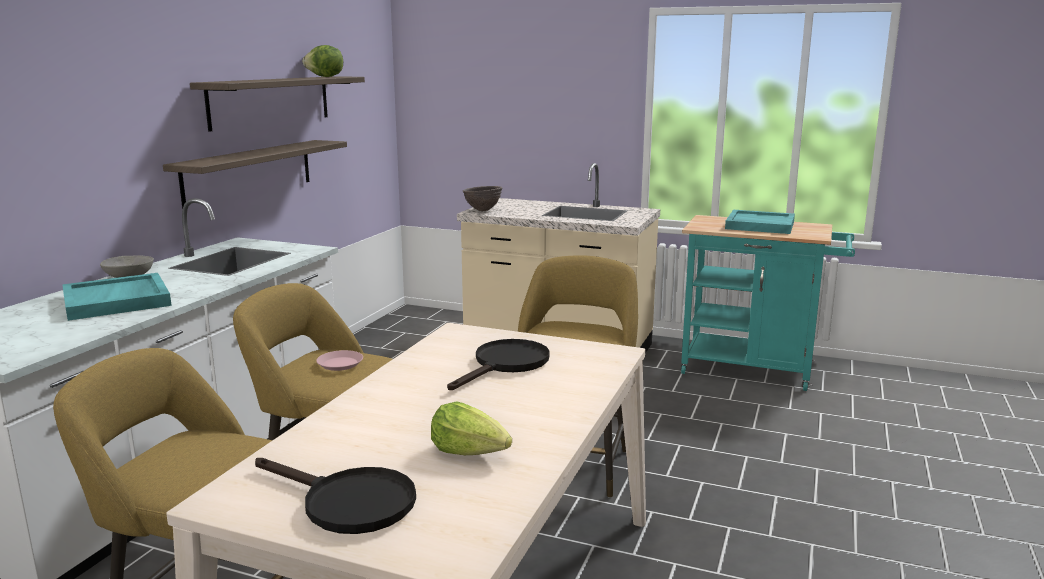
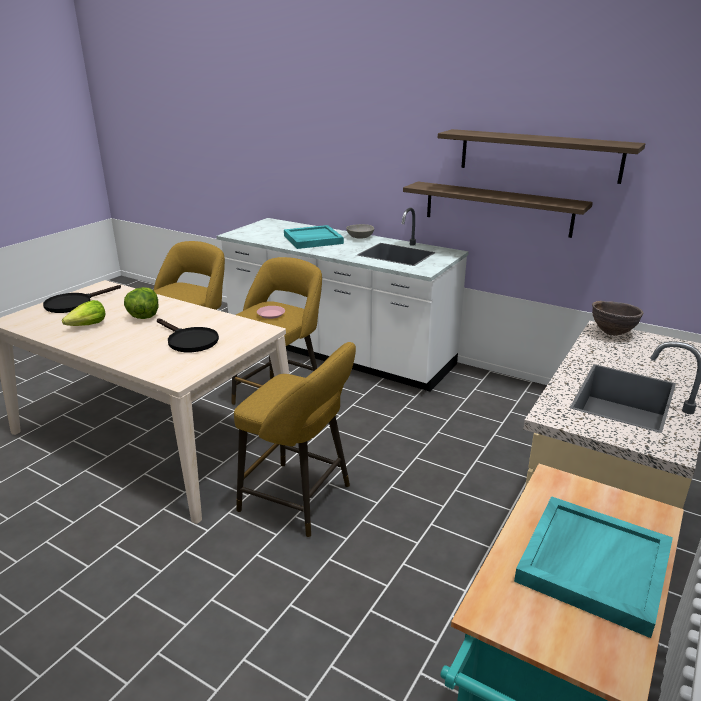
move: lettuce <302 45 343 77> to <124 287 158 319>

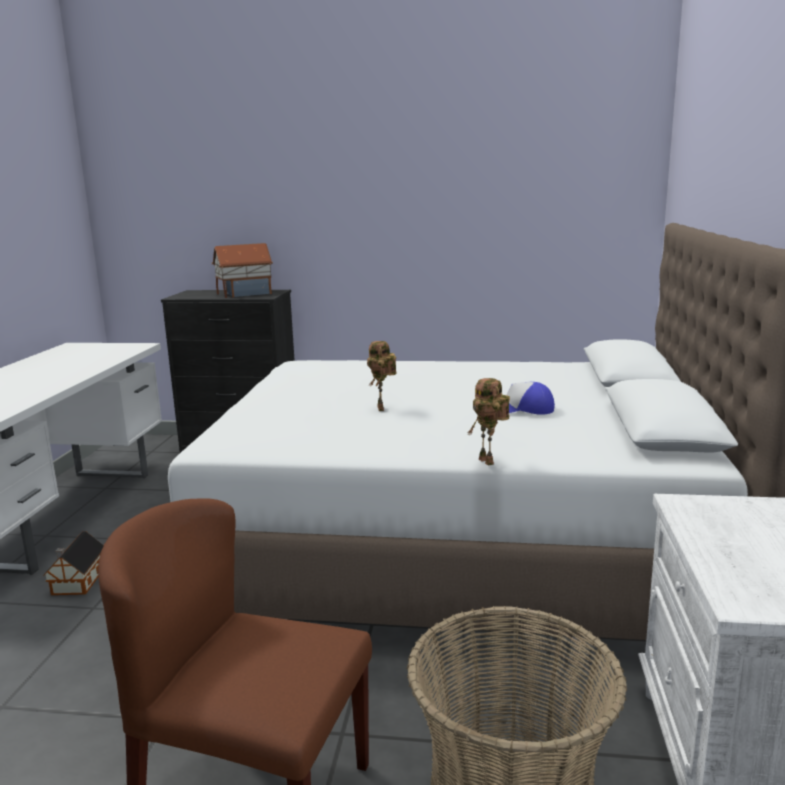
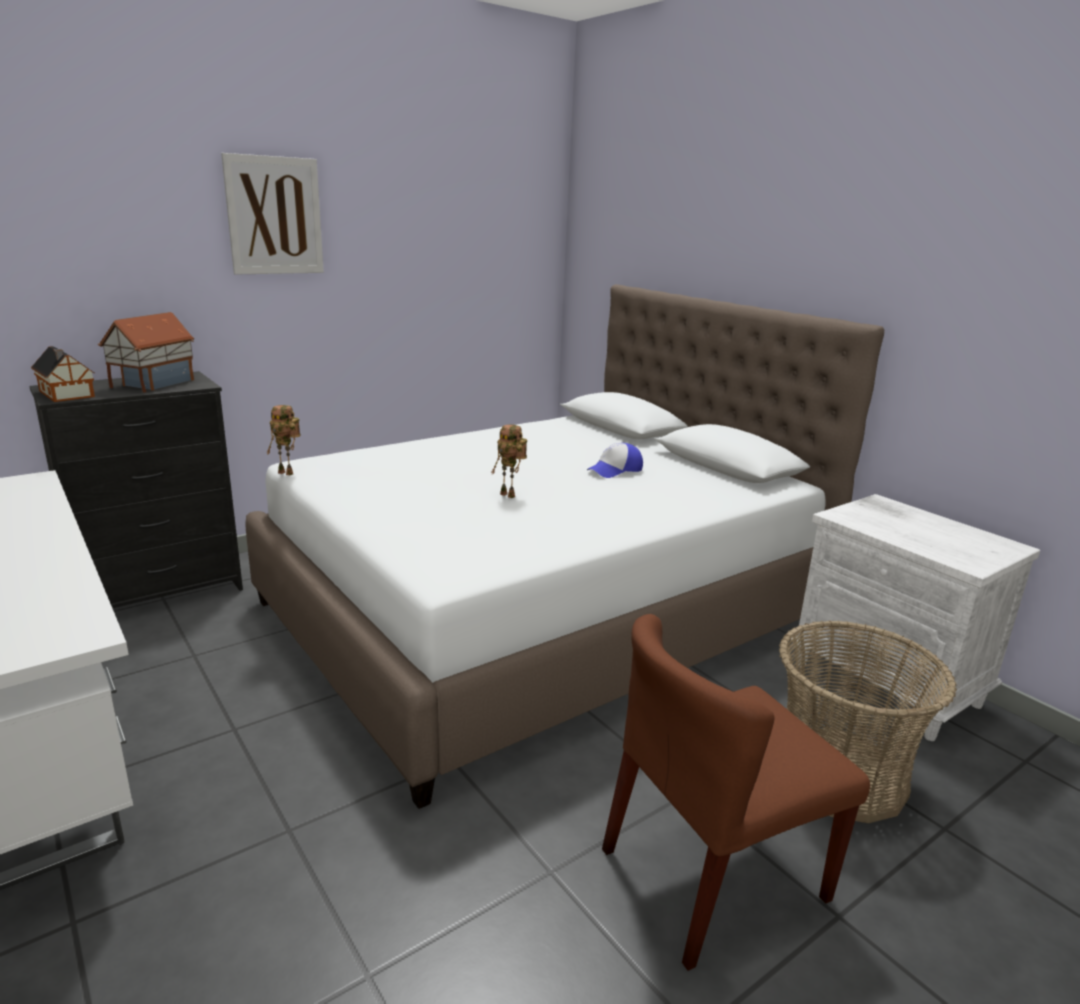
insert: picture <221 153 324 275>
move: toy robot <468 378 510 466> to <267 405 301 475>; toy house <43 531 104 595> to <31 346 95 402>

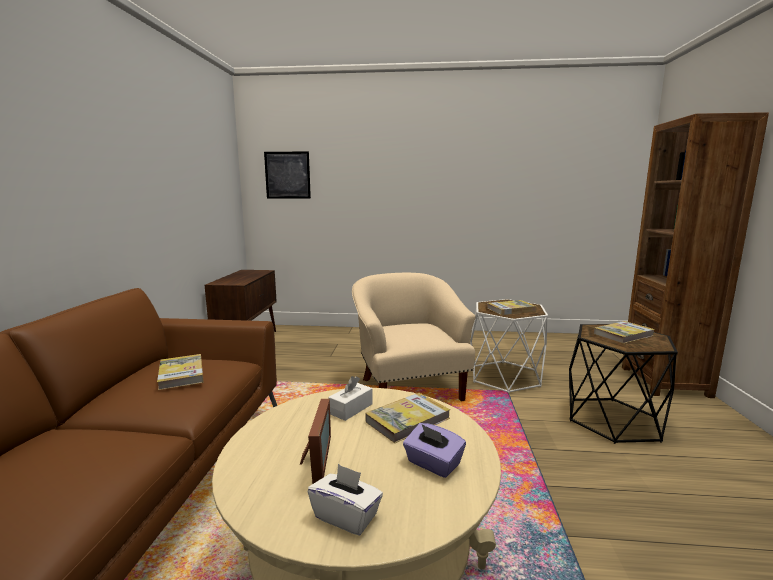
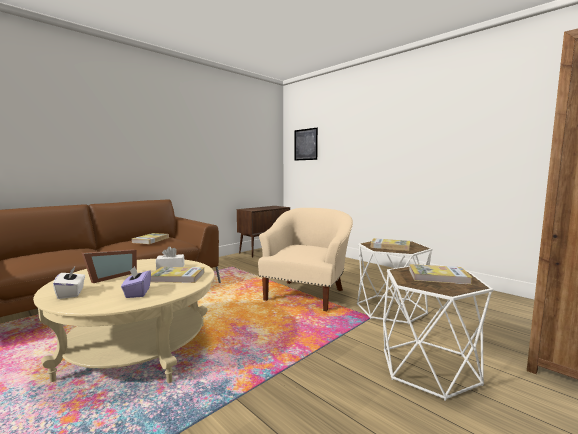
recolor: side table/black <569 324 678 444> to side table/white <383 264 493 401>

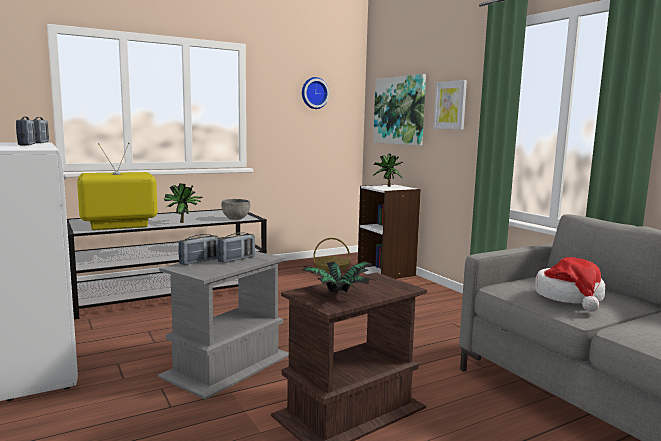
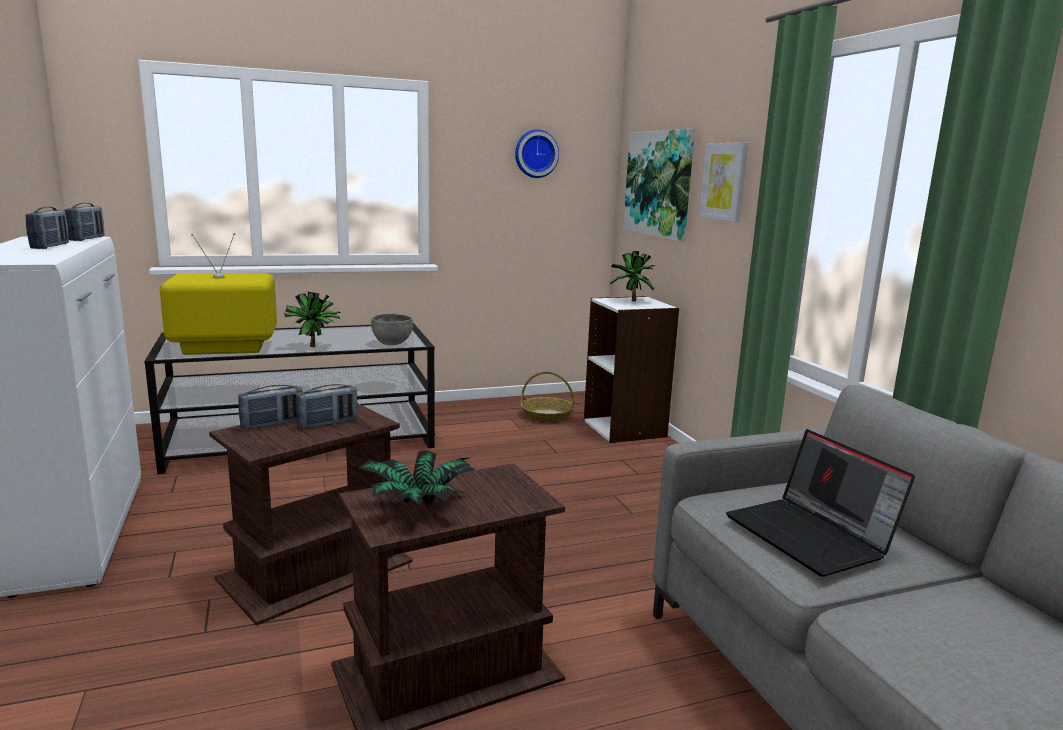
replace: hat <535 257 605 312> to laptop <726 429 915 577>
recolor: side table/grey <158 251 289 400> to side table/brown <209 403 413 626>

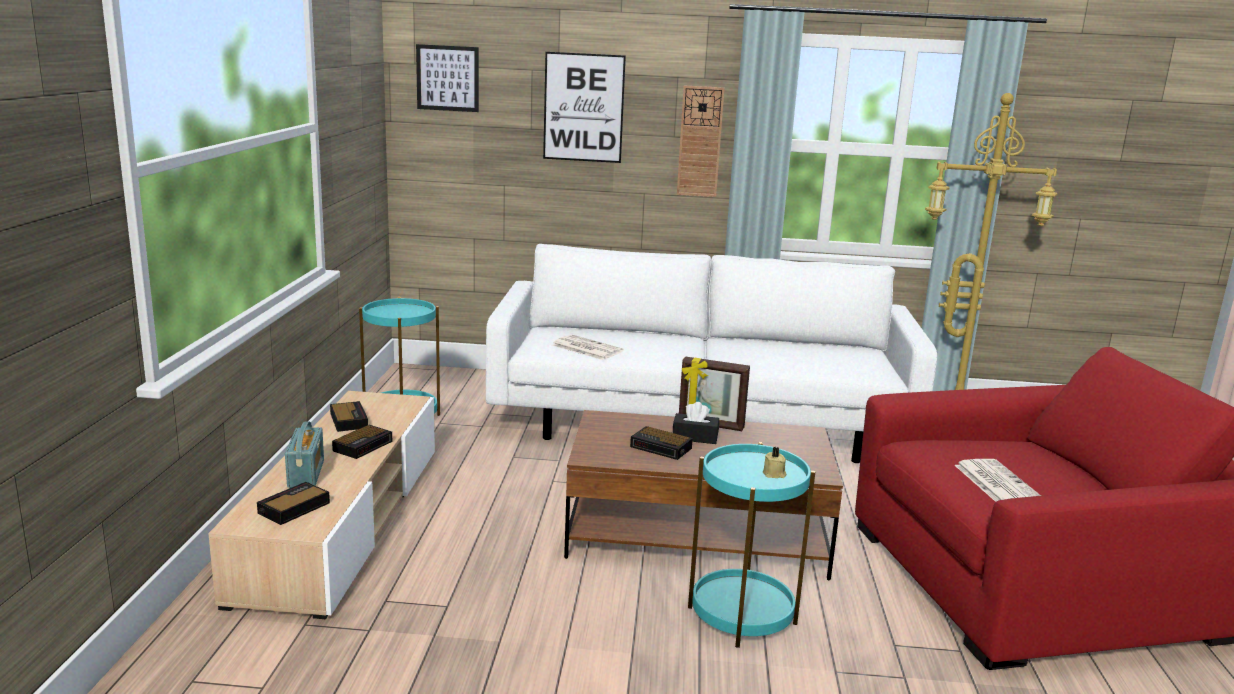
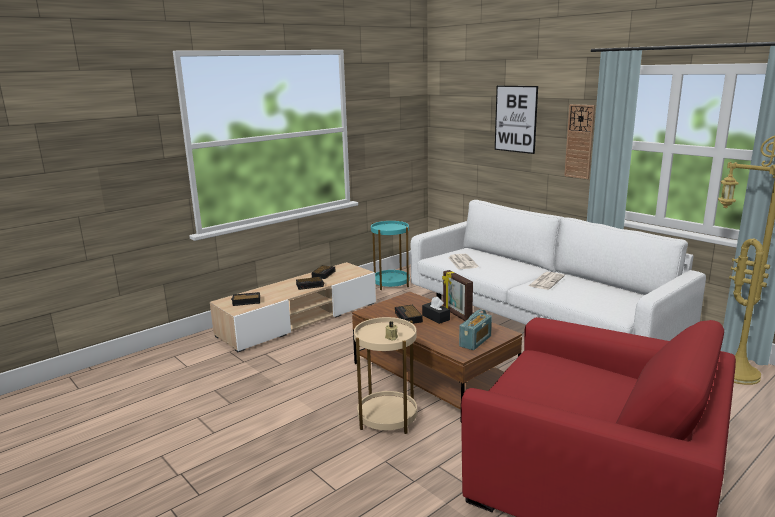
delete: picture <416 44 479 112>
move: radio <285 421 324 488> to <459 309 492 350>; newspaper <955 459 1041 502> to <528 272 565 290>
recolor: side table/turquoise <688 442 815 648> to side table/beige <354 317 417 434>

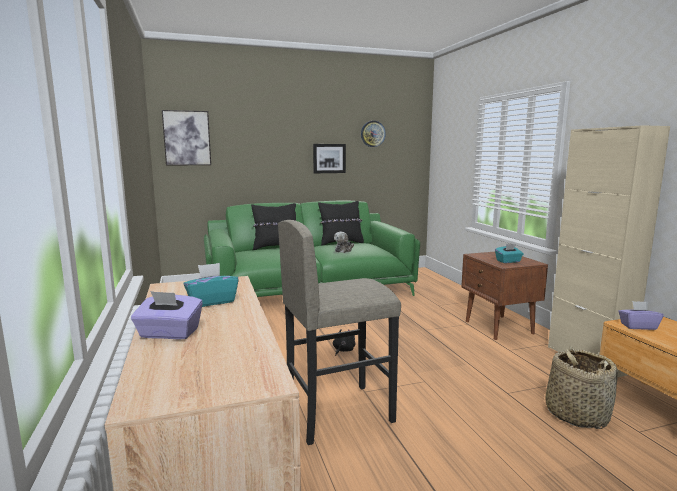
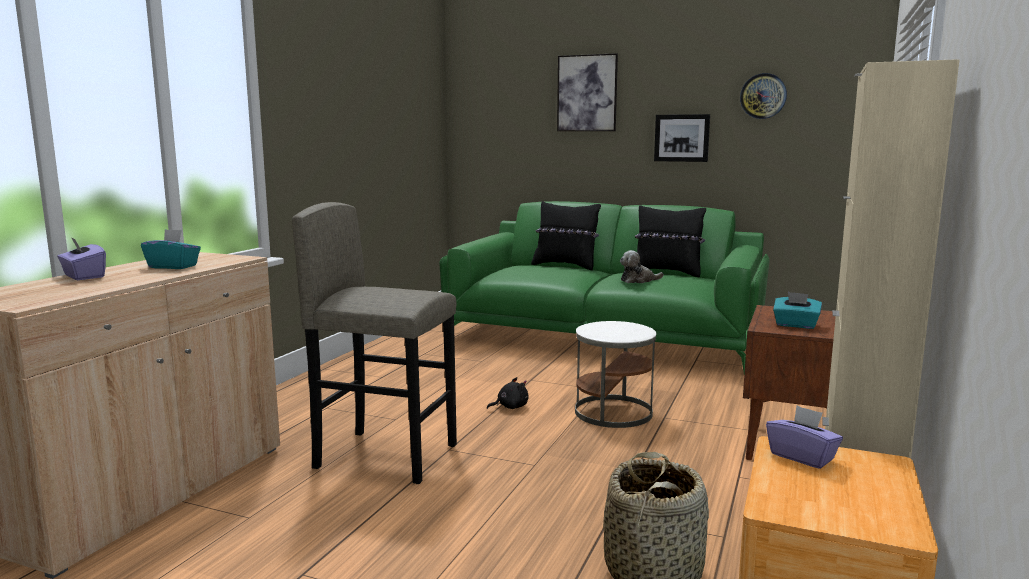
insert: side table/white <575 321 656 428>
move: picture <162 110 211 166> to <557 53 618 131>

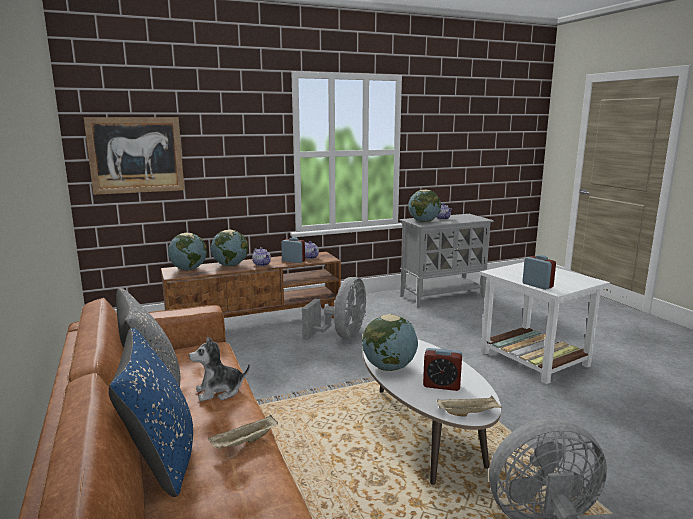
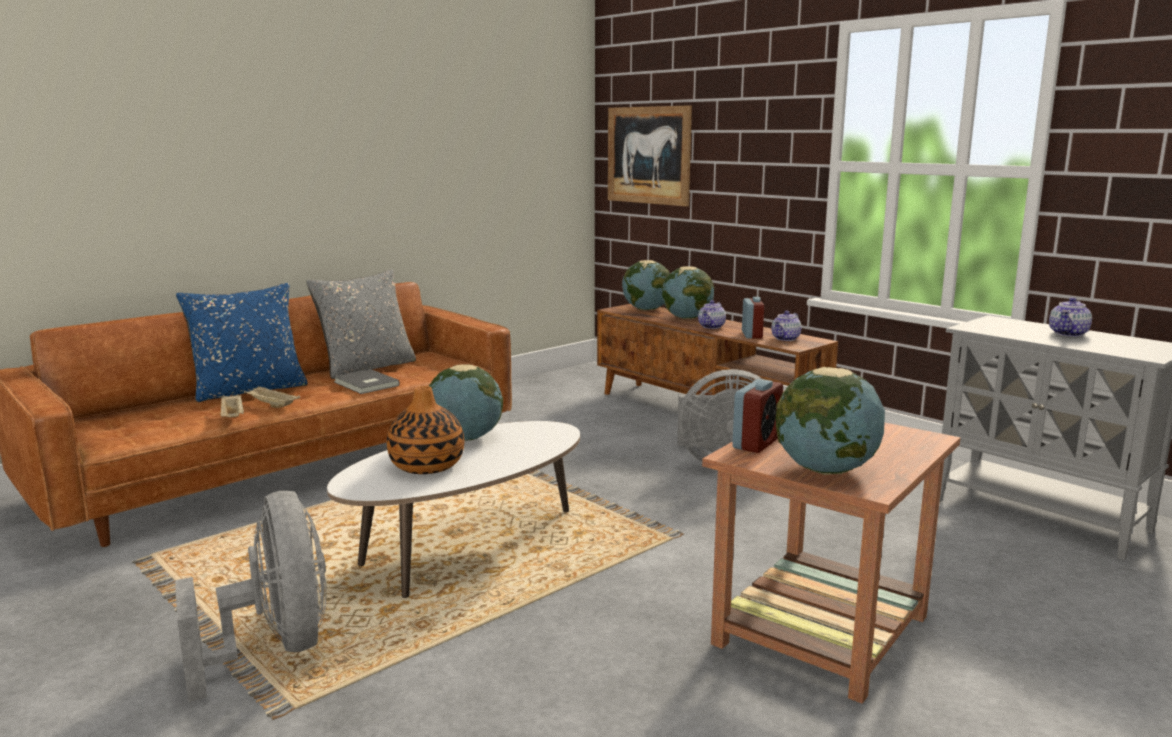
move: globe <408 190 441 222> to <775 367 885 475>; tray/beige <437 396 502 416> to <220 394 244 418>
replace: plush toy <189 337 250 401> to book/grey <333 369 399 394>; alarm clock <423 348 462 391> to vase <387 386 464 474>
recolor: side table/white <479 262 610 384> to side table/brown <702 422 960 704>

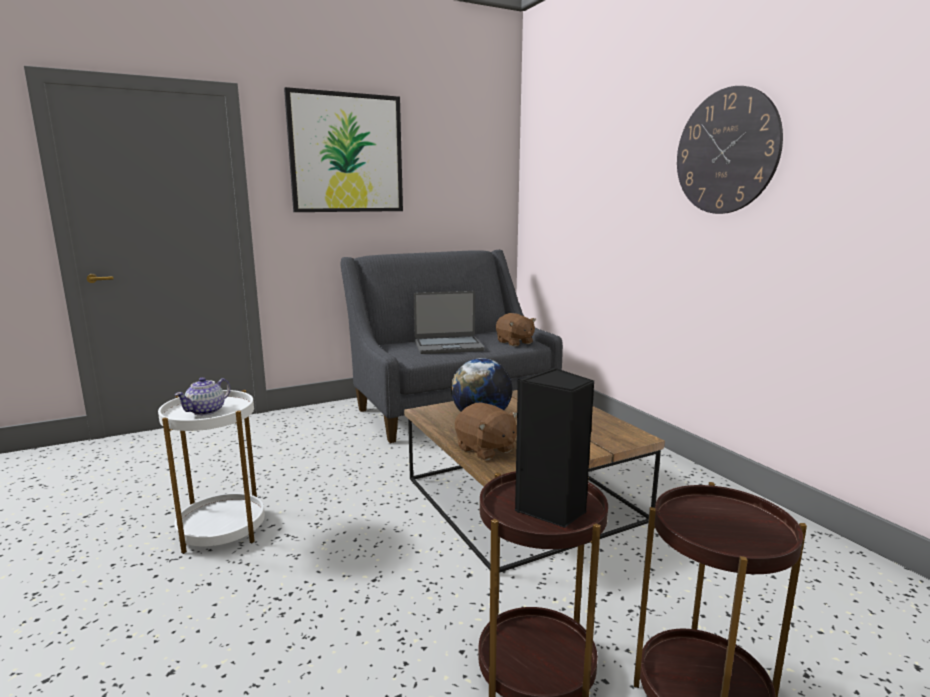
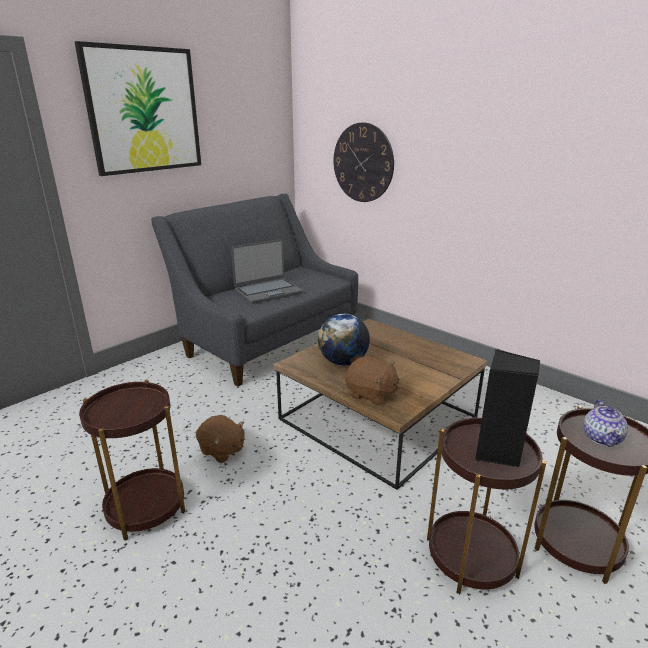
move: wall clock <677 86 783 214> to <334 122 394 202>; plush toy/brown <496 313 536 346> to <196 415 245 463>; teapot <175 377 231 416> to <583 400 628 447>
recolor: side table/white <158 390 265 554> to side table/brown <79 380 185 541>

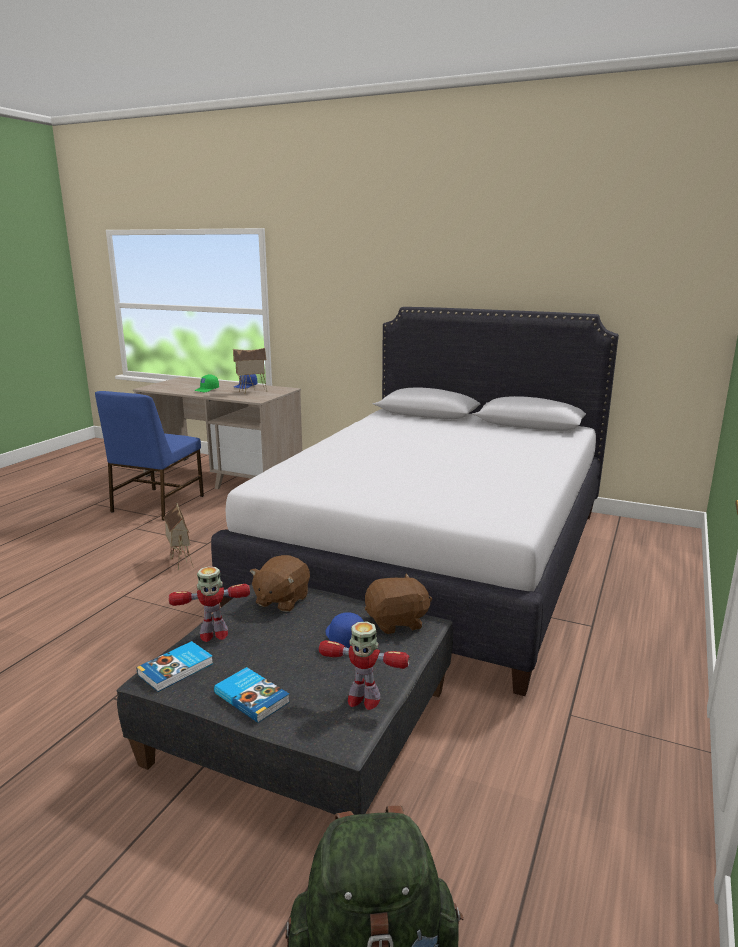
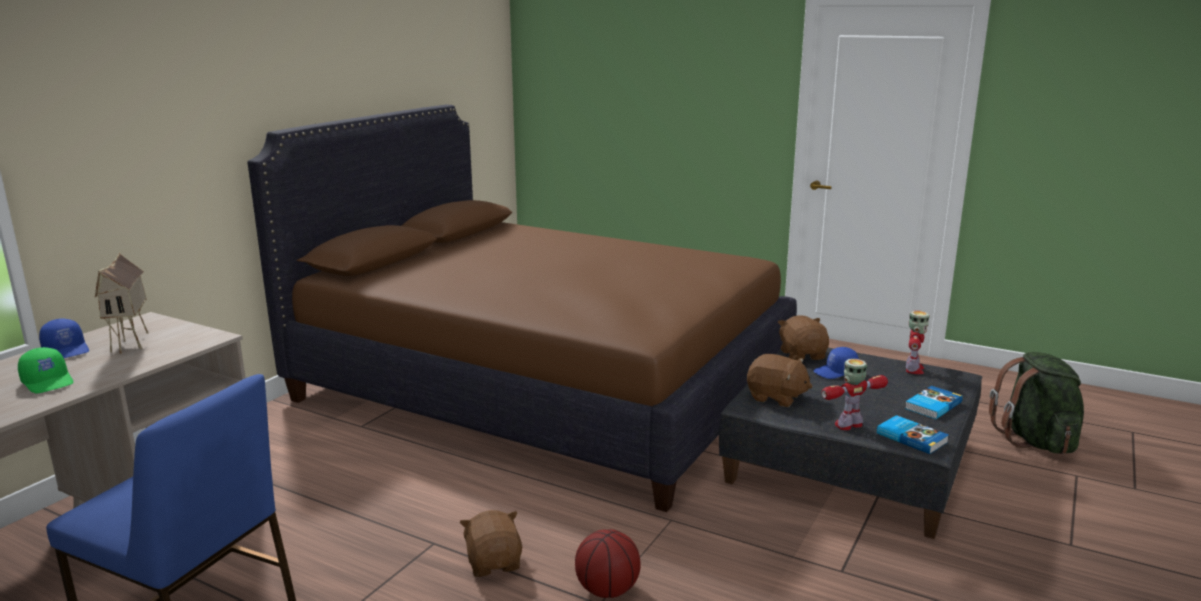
insert: basketball <575 529 641 598>
replace: toy house <163 503 193 571> to plush toy/brown <460 510 522 577>
recolor: bed/white <211 307 619 696> to bed/brown <247 105 797 512>
rotate: toy robot <169 566 250 642> = <821 359 888 430> 105 degrees counterclockwise

